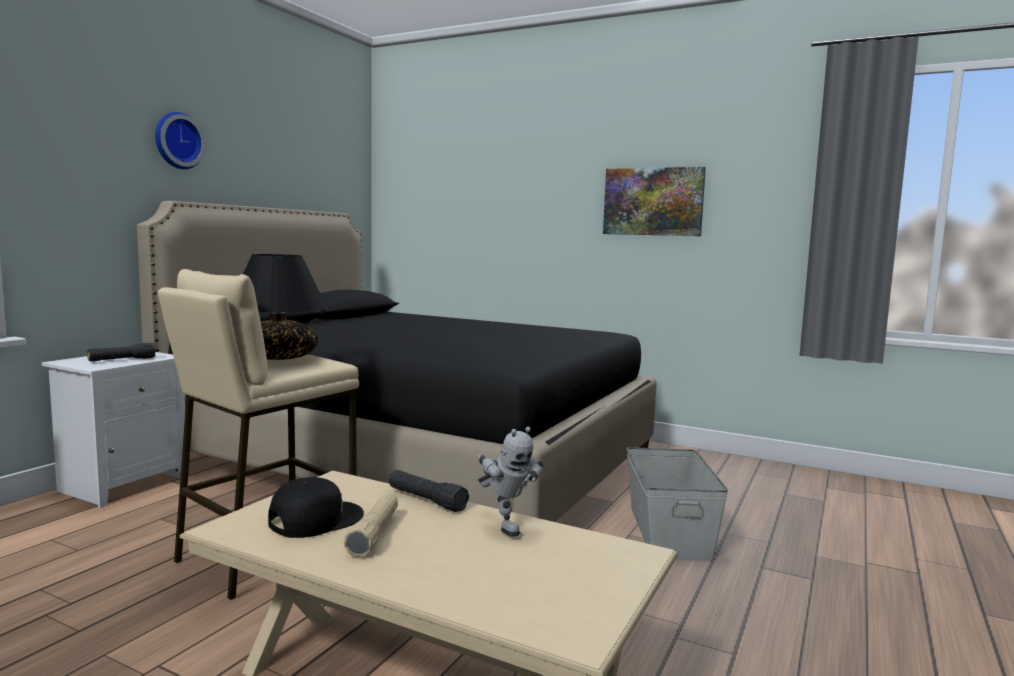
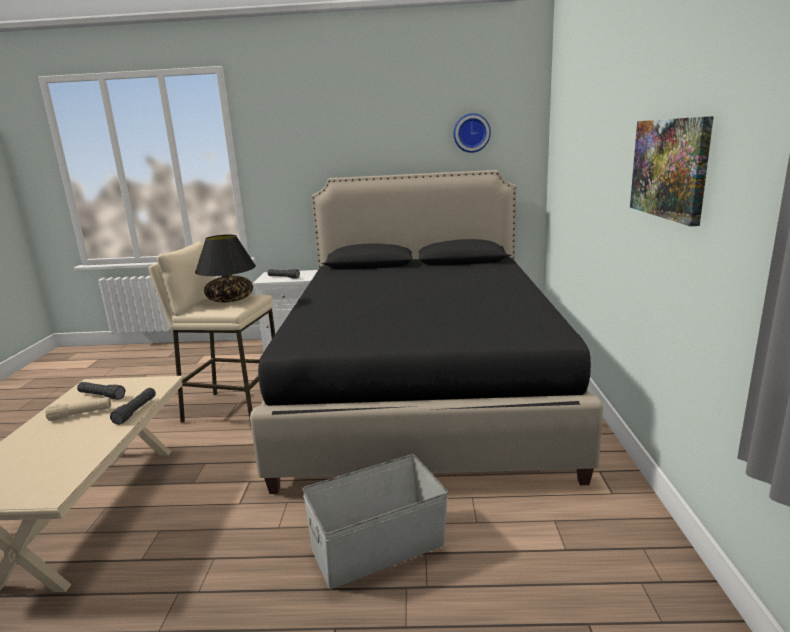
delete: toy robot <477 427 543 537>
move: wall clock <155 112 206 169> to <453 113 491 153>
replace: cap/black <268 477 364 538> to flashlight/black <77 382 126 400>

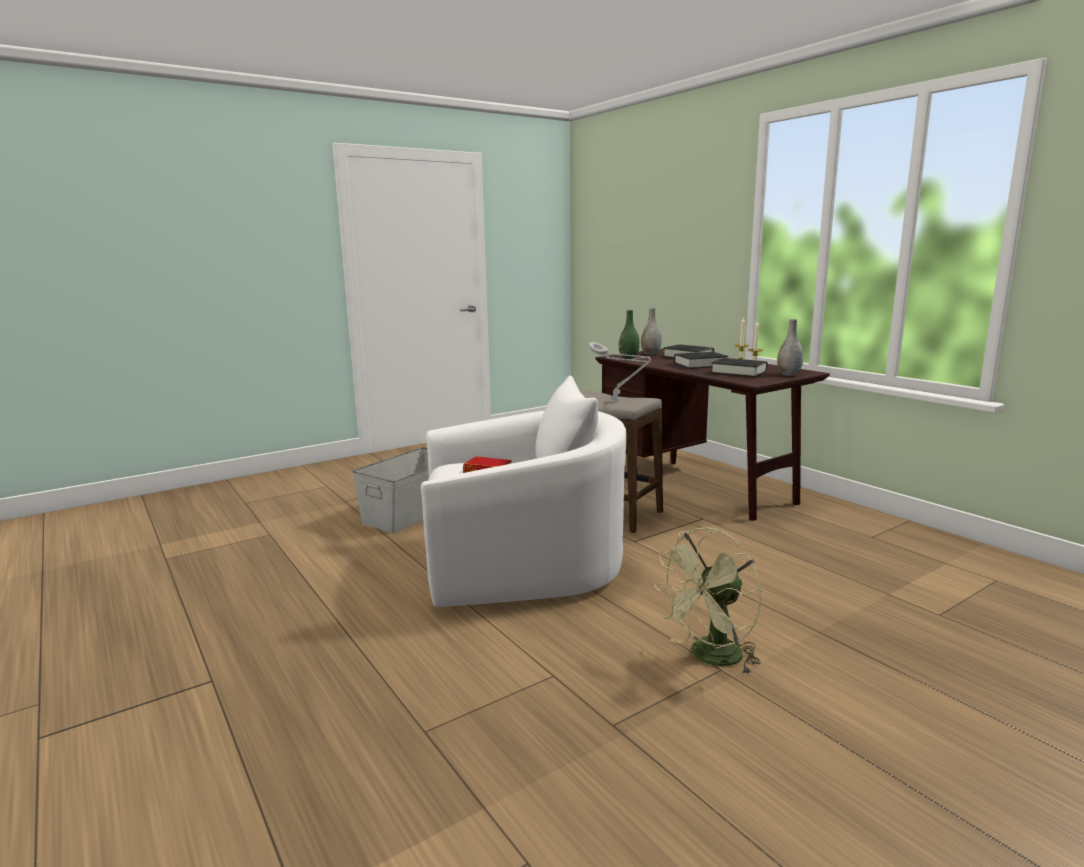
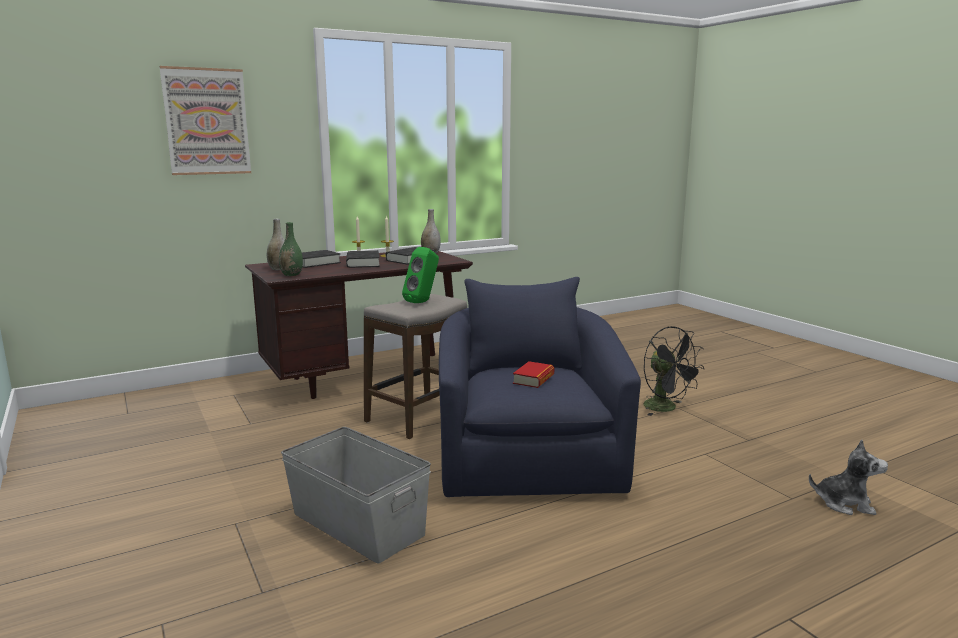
insert: picture <160 66 251 175>; plush toy <809 440 888 515>
replace: table lamp/grey <588 342 651 401> to speaker/green <402 247 439 303>
recolor: armchair/white <421 375 627 607> to armchair/blue <439 277 641 497>; fan/green <654 527 761 675> to fan/black <643 326 704 416>

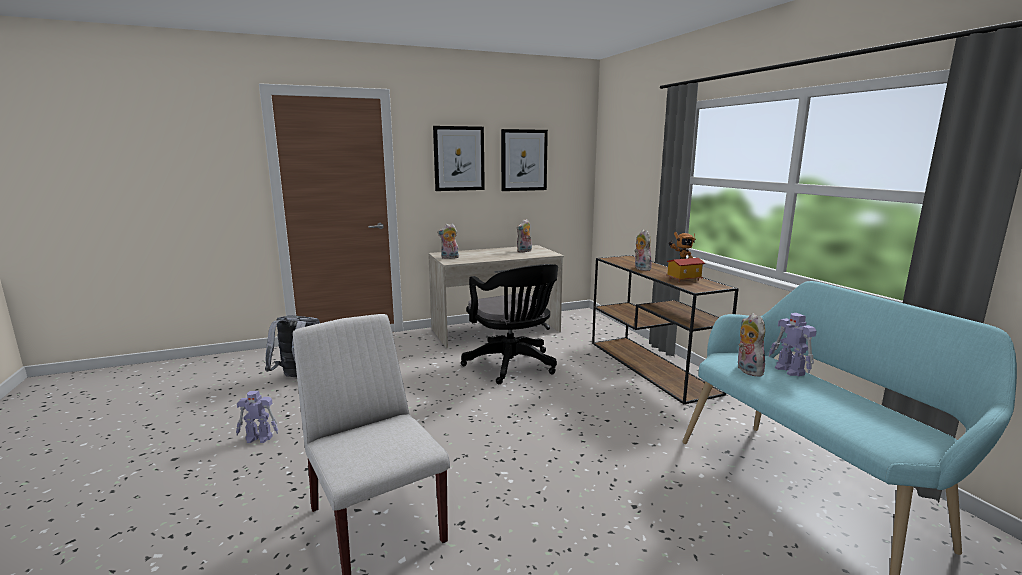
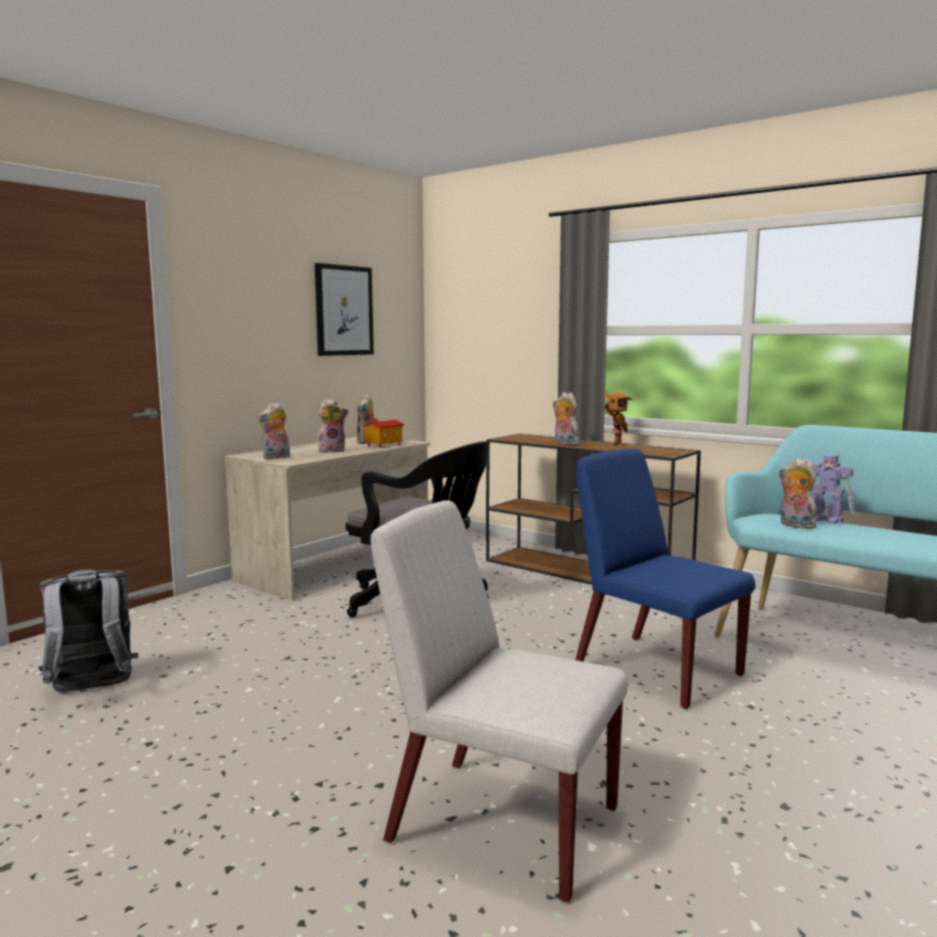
delete: picture <433 126 485 191>; toy robot <236 391 278 443>
insert: plush toy <318 399 349 453>; chair/blue <575 449 755 709>
move: toy house <666 258 705 283> to <363 420 405 448>

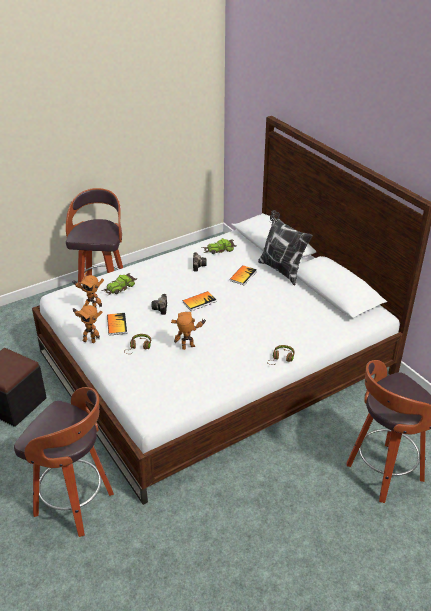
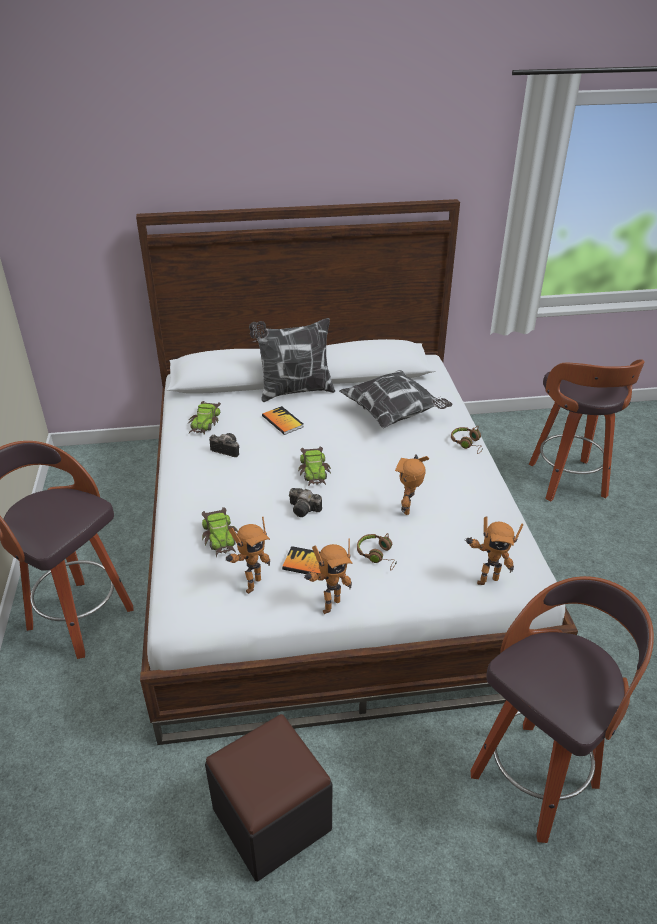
insert: pillow <339 370 452 429>; toy robot <465 517 523 585>
replace: book <183 291 217 311> to toy car <298 447 331 487>

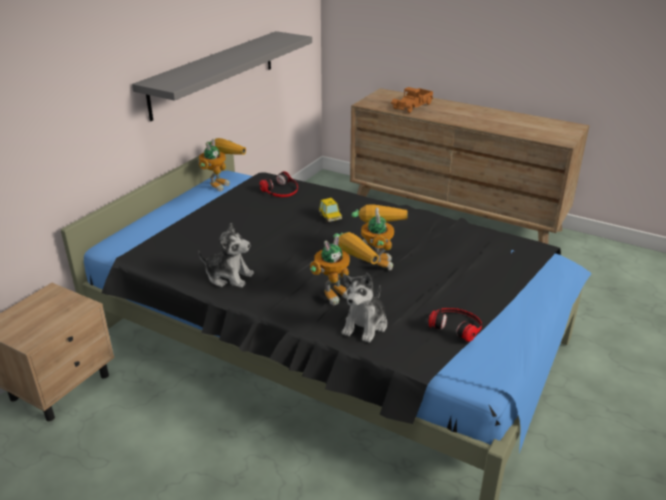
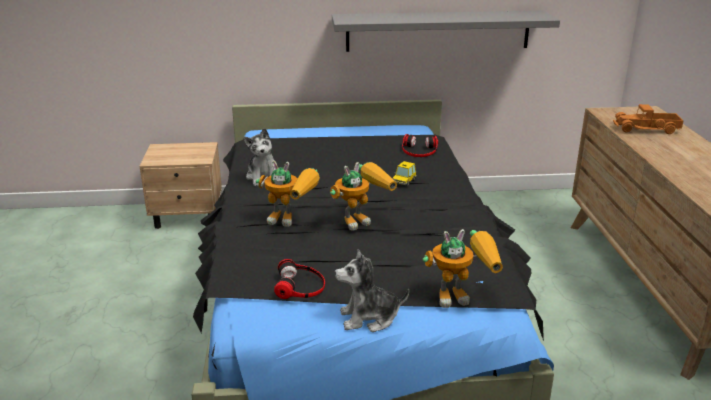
move: toy robot <198 138 246 191> to <423 229 503 308>; plush toy <342 273 387 343> to <335 249 409 332>

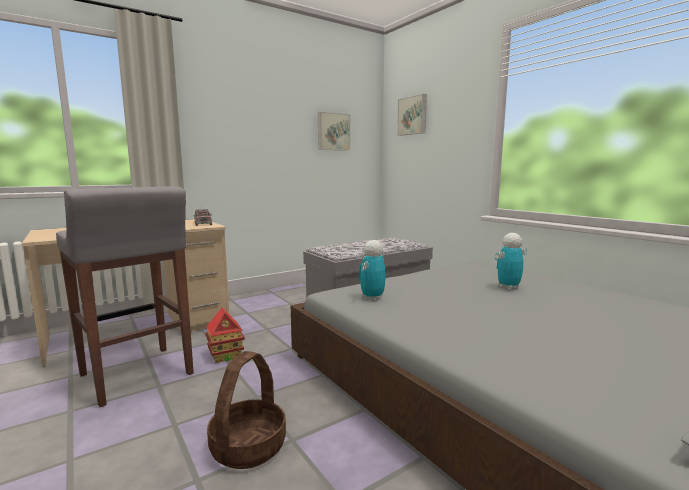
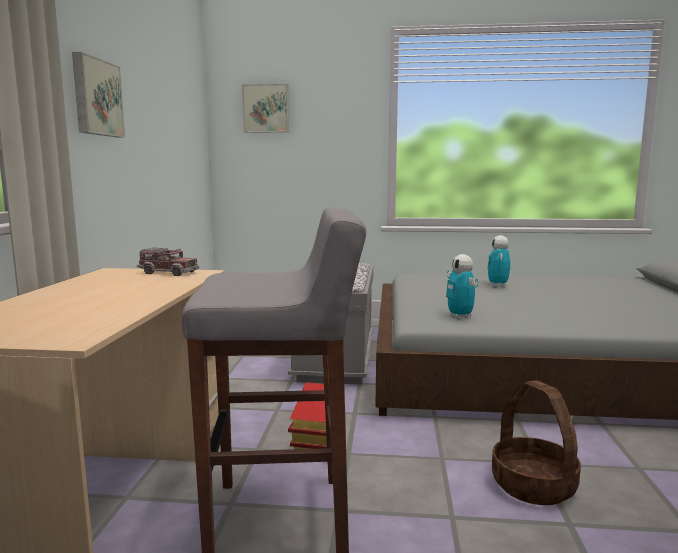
move: picture <318 112 350 151> to <72 52 125 137>

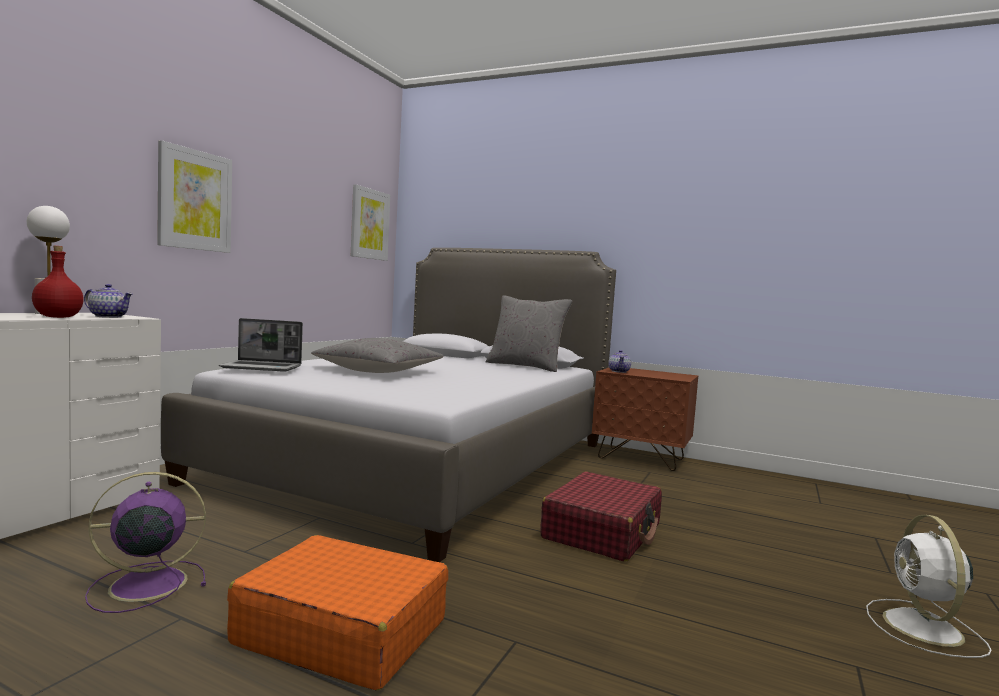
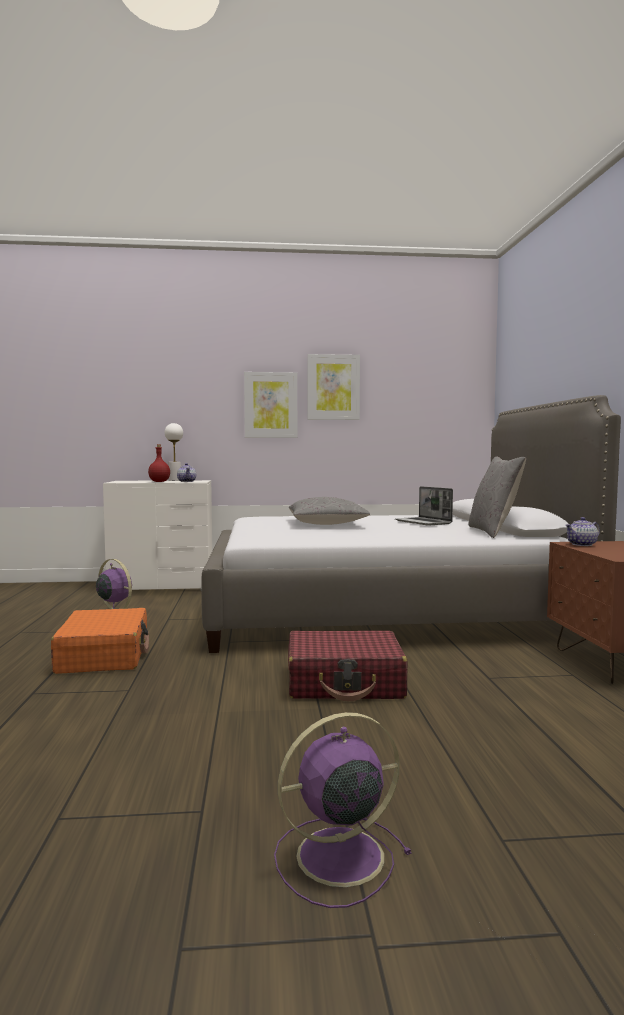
move: picture <351 184 390 261> to <307 354 360 420>; laptop <219 318 303 372> to <395 486 453 526>
recolor: fan/white <866 515 992 658> to fan/purple <274 712 412 908>

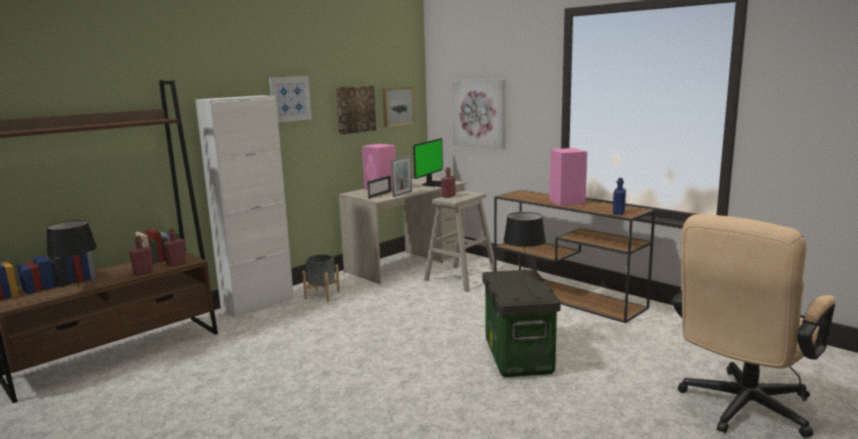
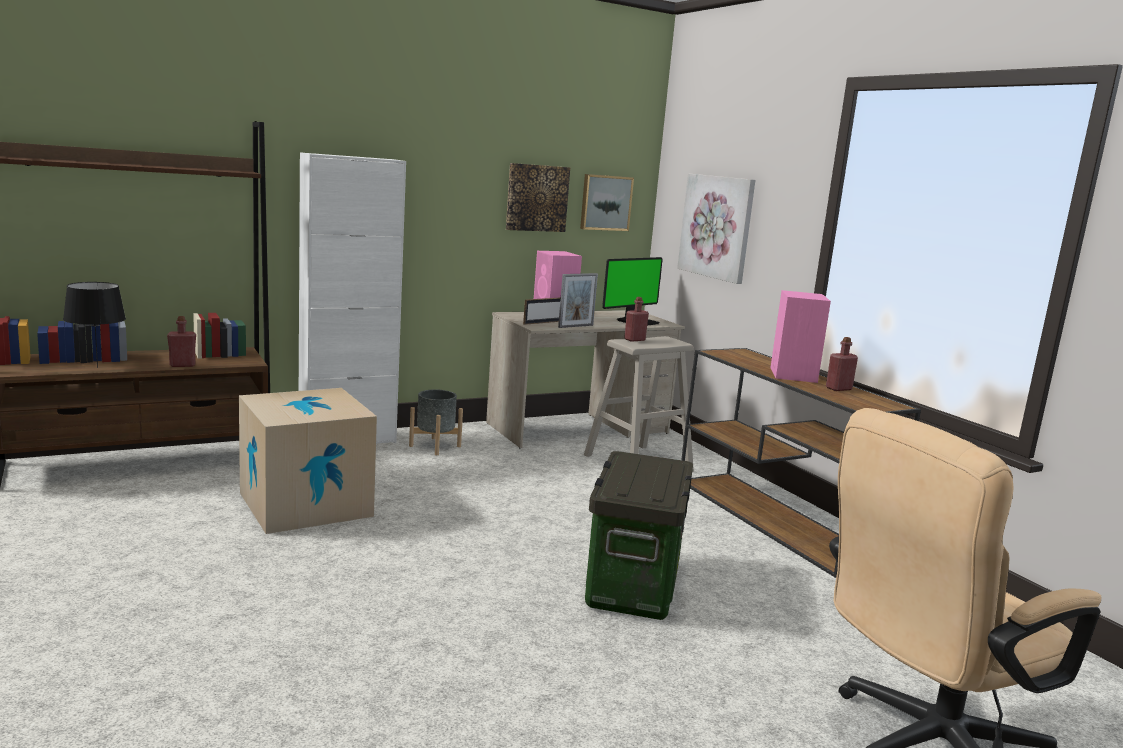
delete: picture <269 76 312 123>; bottle/blue <613 178 626 215>; table lamp/black <503 212 546 276>
insert: cardboard box <239 388 377 534>
move: bottle/red <163 228 186 267> to <826 337 858 391>

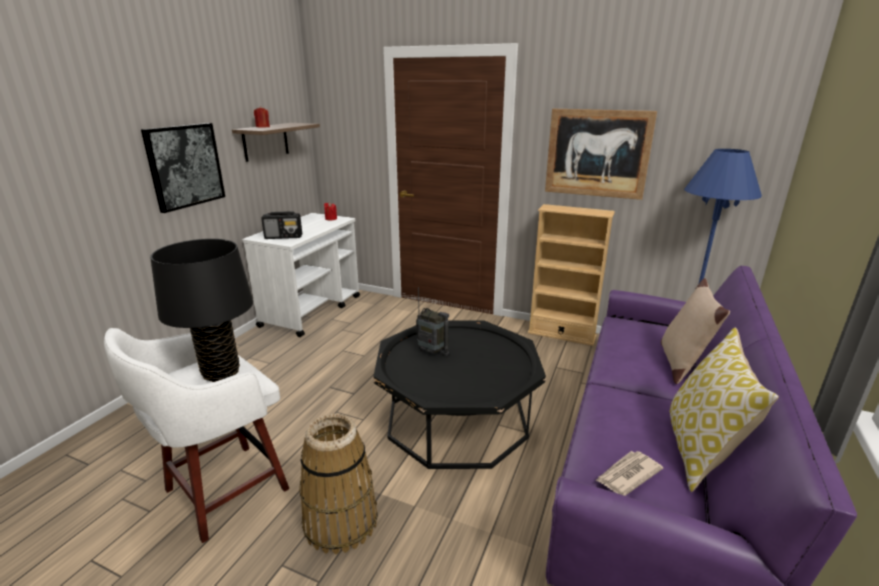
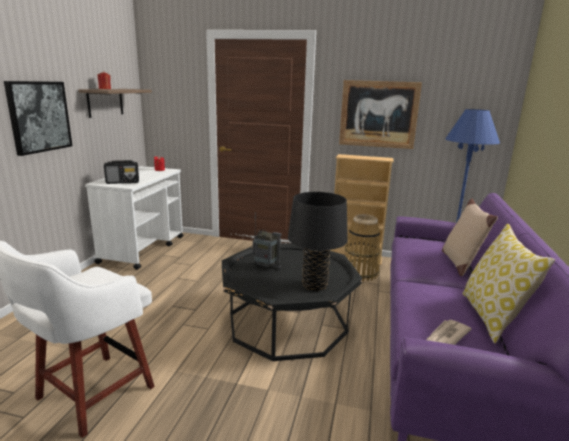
move: table lamp/black <150 239 253 382> to <288 192 348 291>; basket <299 414 378 554> to <345 214 381 281>

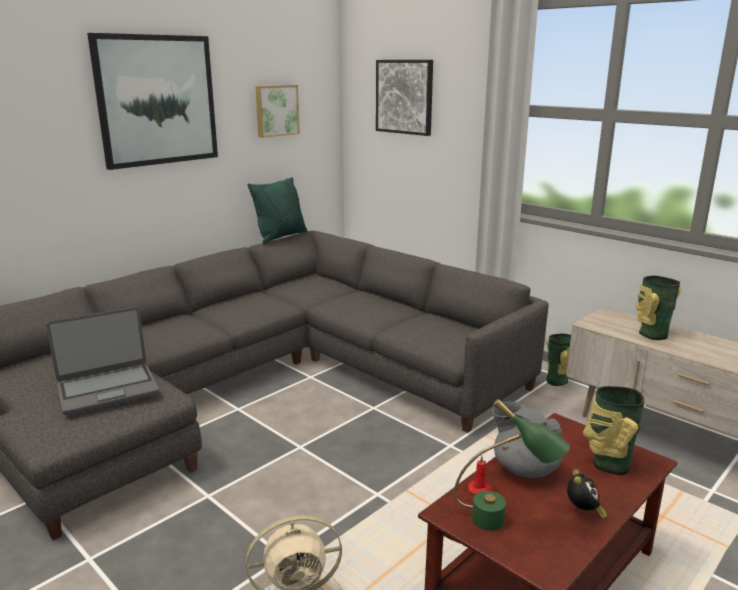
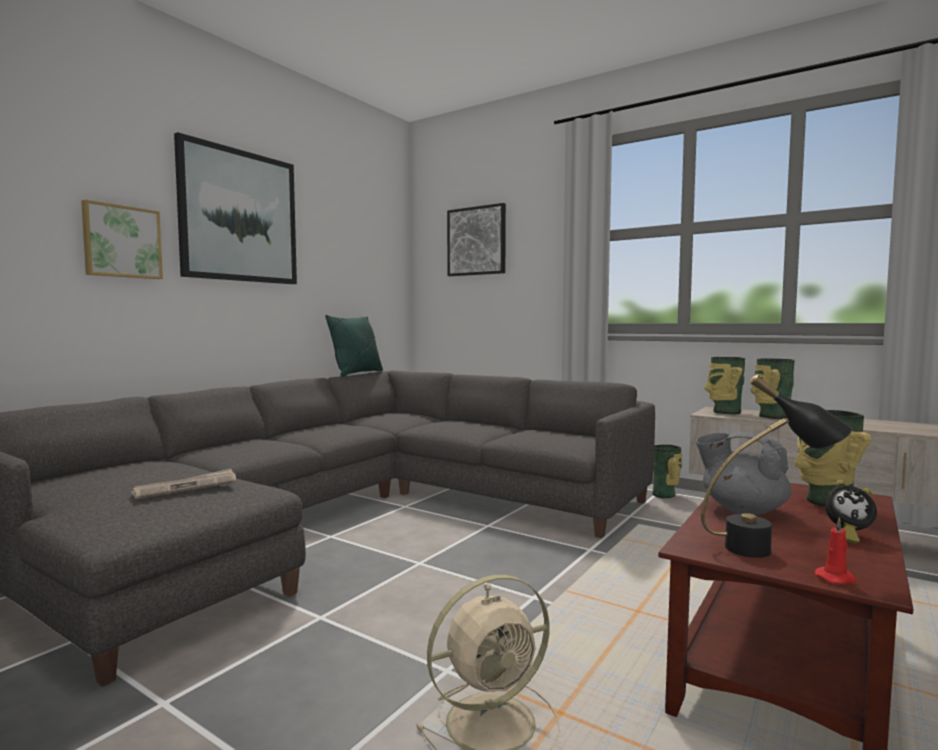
insert: vase <704 357 745 414>
move: picture <255 85 300 138> to <81 200 163 279>; candle/red <468 456 493 494> to <815 517 856 584>
replace: laptop <46 307 159 415> to newspaper <131 468 236 499>
recolor: table lamp/green <454 399 570 531> to table lamp/black <701 375 852 558>
rotate: alarm clock <567 469 607 519> = <825 480 877 544> 105 degrees clockwise

